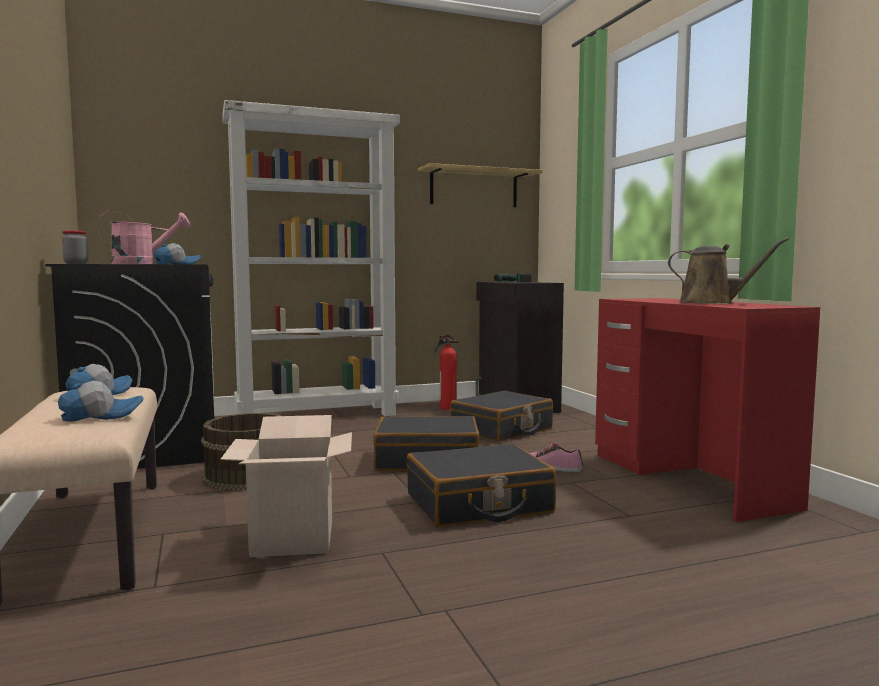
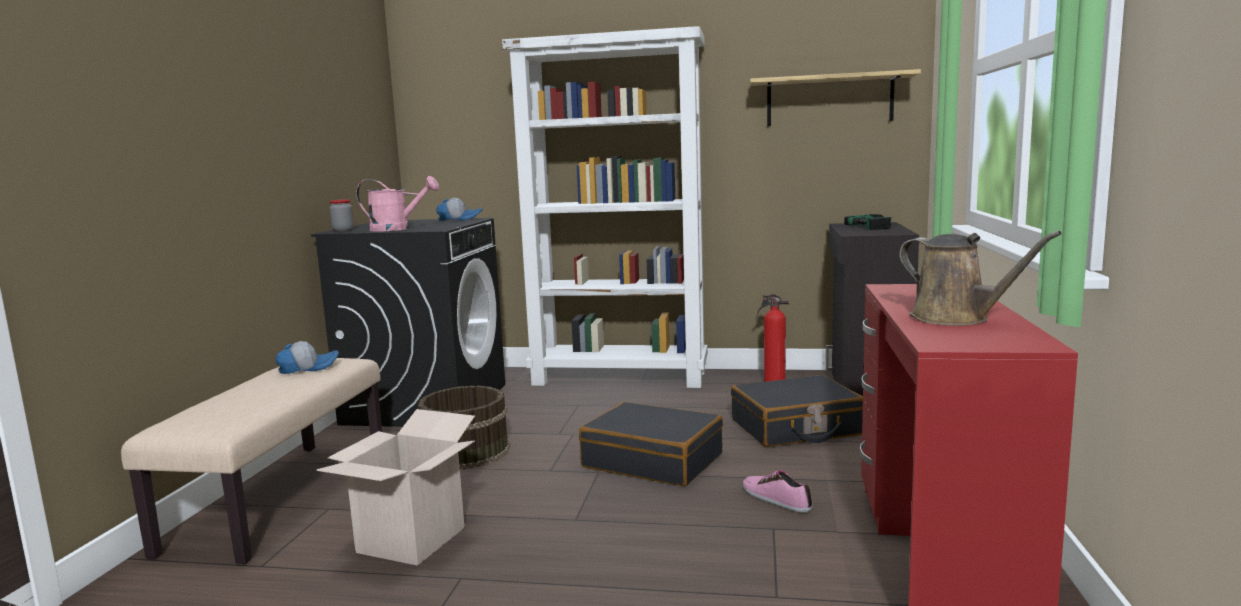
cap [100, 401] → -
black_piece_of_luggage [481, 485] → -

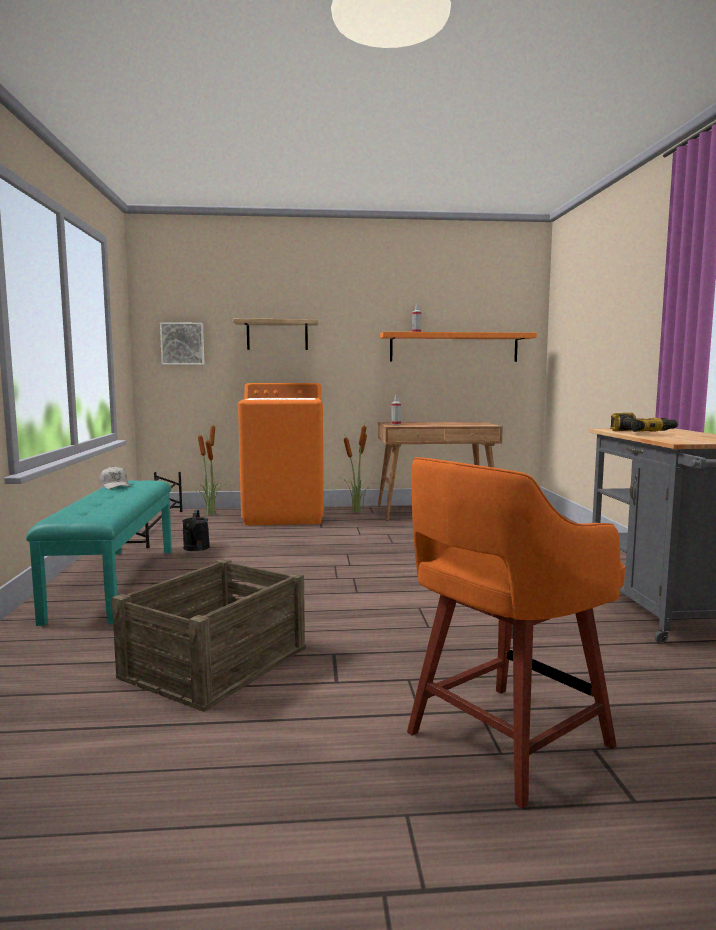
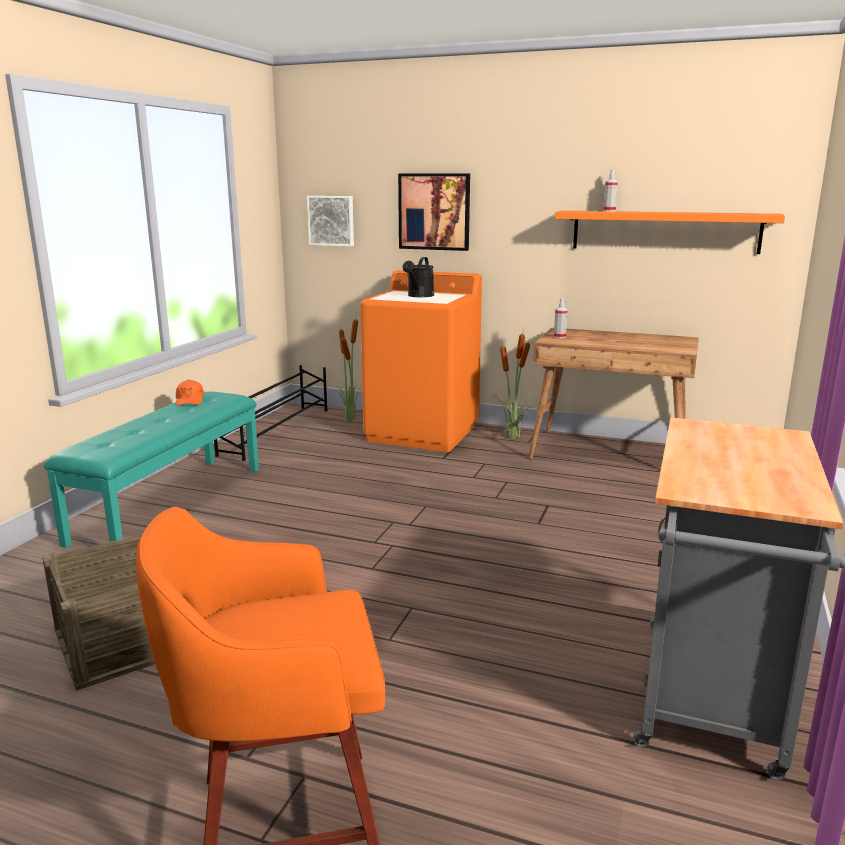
white-coloured_cap [115, 477] → orange_cap [190, 393]
bracket_shelf [275, 334] → wall_picture [434, 212]
black_sprinkling_can [196, 530] → black_sprinkling_can [418, 277], shifted
power_drill [644, 422] → -

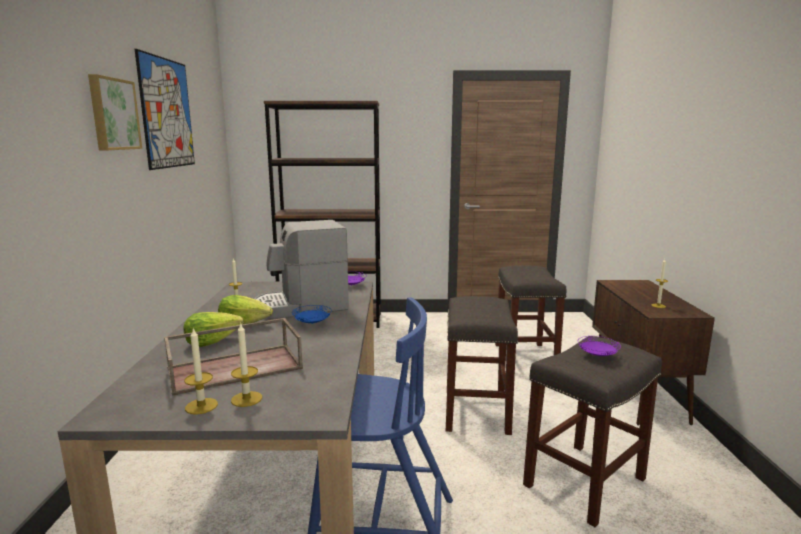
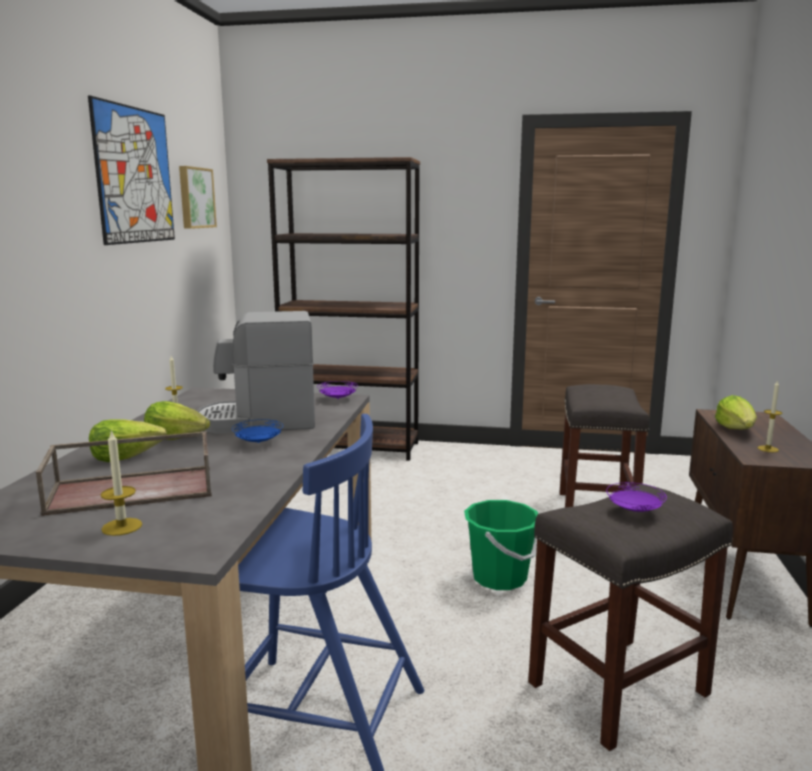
wall_picture [115, 112] → wall_picture [198, 197], shifted
greyish_stool [482, 365] → green_bucket [501, 545]
- → head_of_lettuce [736, 412]
candle [201, 371] → -

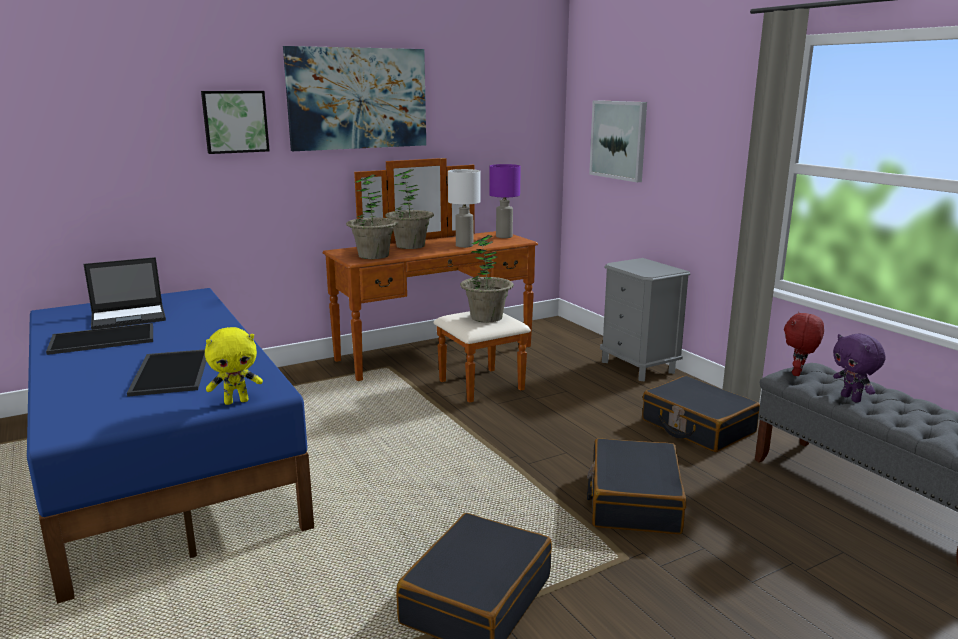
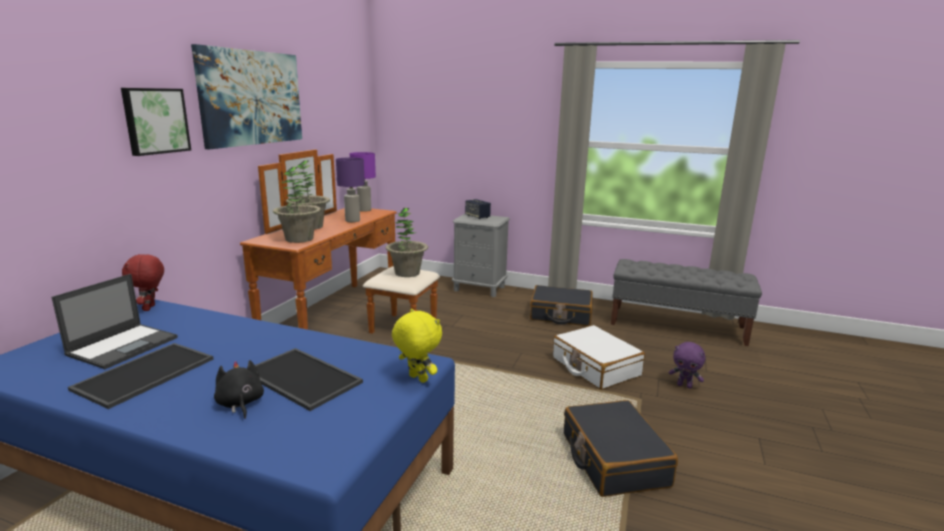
reddish_soft_toy [804, 344] → reddish_soft_toy [143, 282], shifted
- → black_soft_toy [239, 389]
white-coloured_tabletop_lamp [464, 208] → purple_tabletop_lamp [350, 189]
yellow-coloured_soft_toy [234, 366] → yellow-coloured_soft_toy [417, 345], 75 degrees counterclockwise
- → speaker [478, 209]
black_piece_of_luggage [636, 486] → white-coloured_piece_of_luggage [599, 357]
purple_soft_toy [859, 368] → purple_soft_toy [687, 365], shifted
wall_picture [618, 141] → -

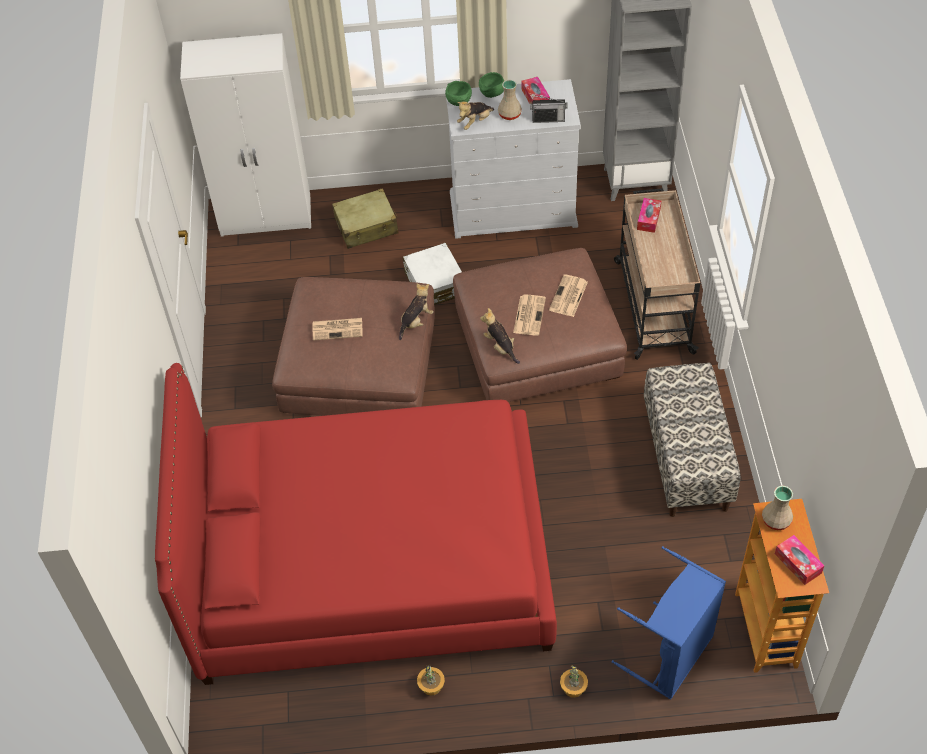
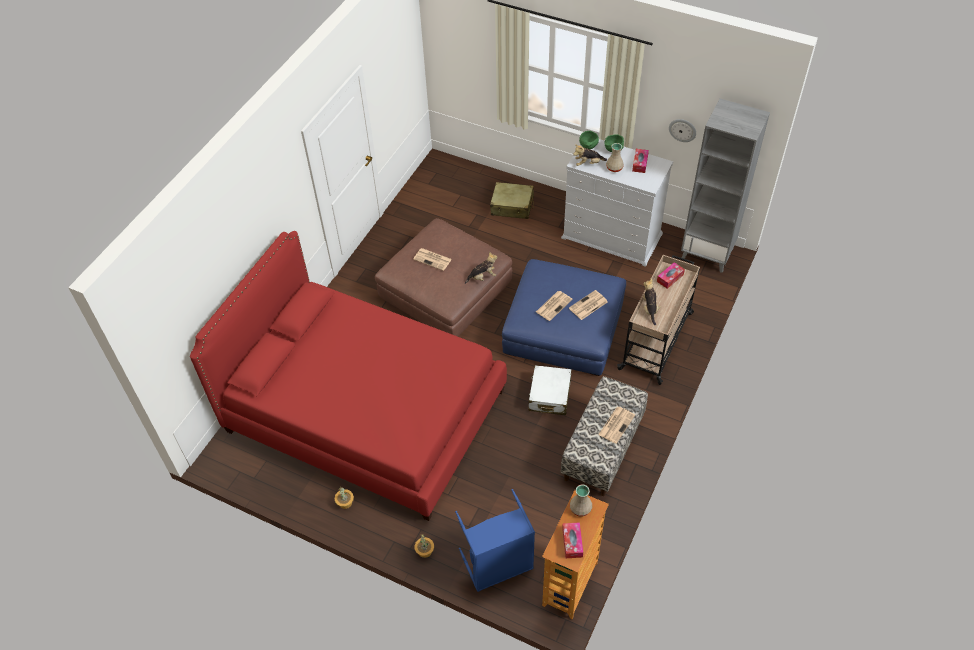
brown_pouffe [540, 325] → blue-coloured_pouffe [564, 317]
white-coloured_piece_of_luggage [432, 274] → white-coloured_piece_of_luggage [550, 390], shifted
- → newspaper [616, 425]
soft_toy [500, 336] → soft_toy [652, 301], shifted
- → clock_on_the_wall [682, 130]
white-coloured_wardrobe [245, 135] → -
radio_set [549, 109] → -

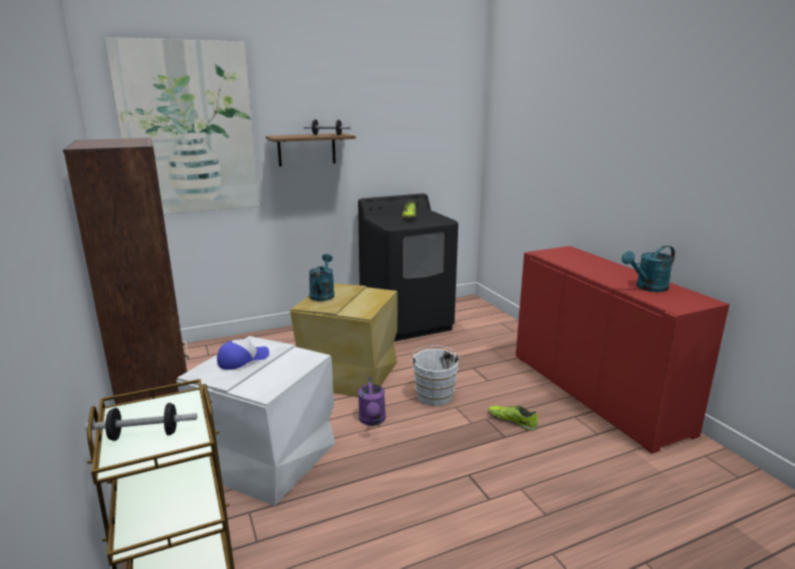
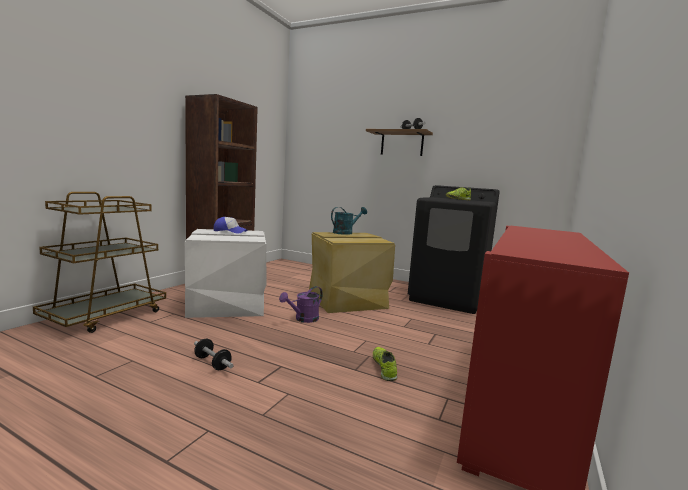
dumbbell [141, 422] → dumbbell [214, 354], shifted
wall_picture [181, 125] → -
white-coloured_bucket [436, 375] → -
turquoise_sprinkling_can [648, 268] → -

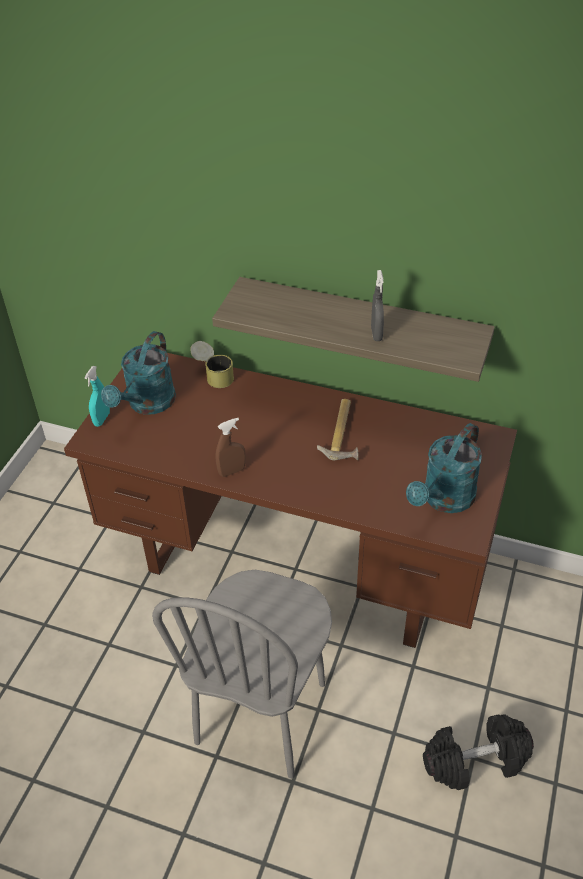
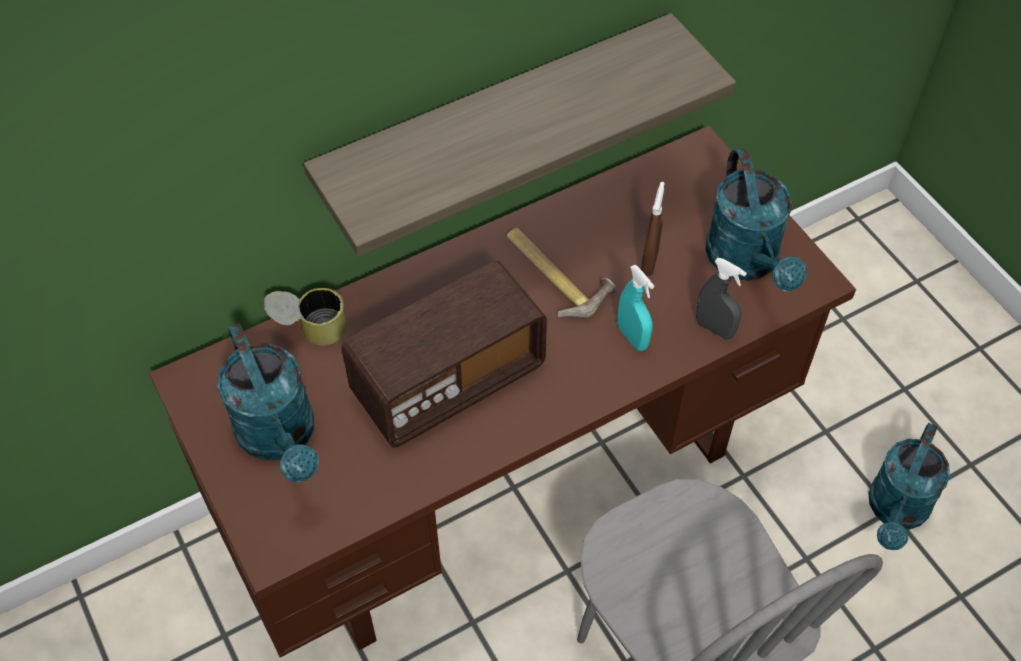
- → radio_set [444, 354]
turquoise_sprayer [97, 396] → turquoise_sprayer [635, 308], shifted
brown_sprayer [230, 447] → brown_sprayer [653, 229], shifted
greyish_sprayer [377, 305] → greyish_sprayer [721, 299], shifted
black_dumbbell [478, 752] → turquoise_sprinkling_can [909, 486]

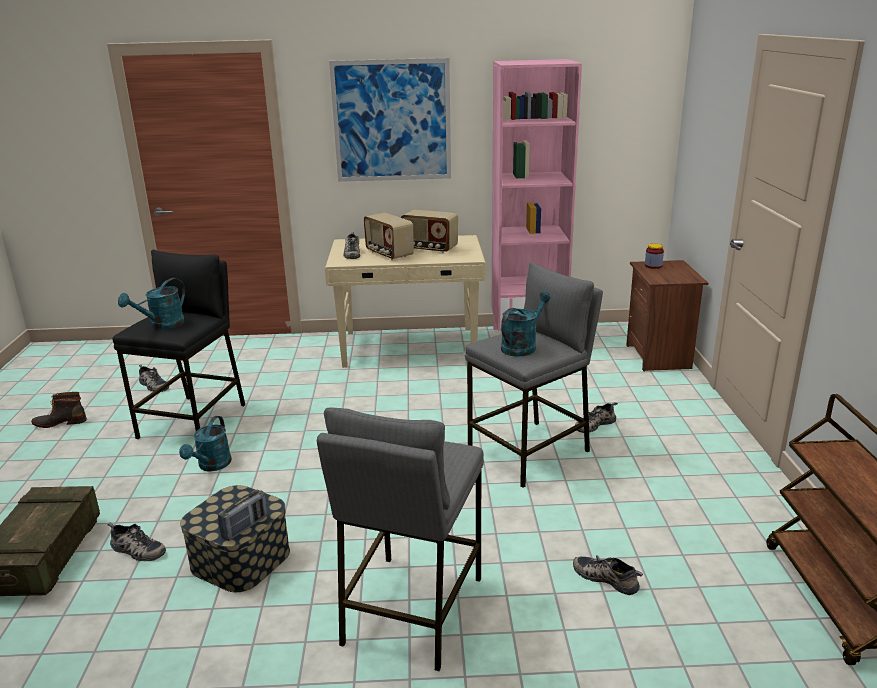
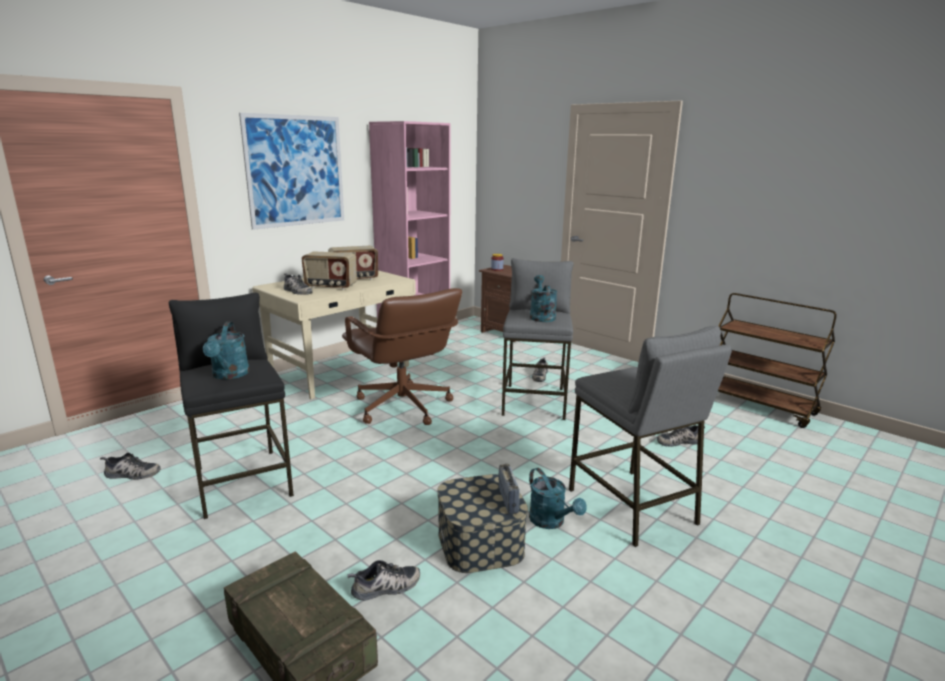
- → brown_computer_chair [402, 356]
turquoise_sprinkling_can [205, 443] → turquoise_sprinkling_can [558, 498], shifted
high-top_boot [59, 410] → -

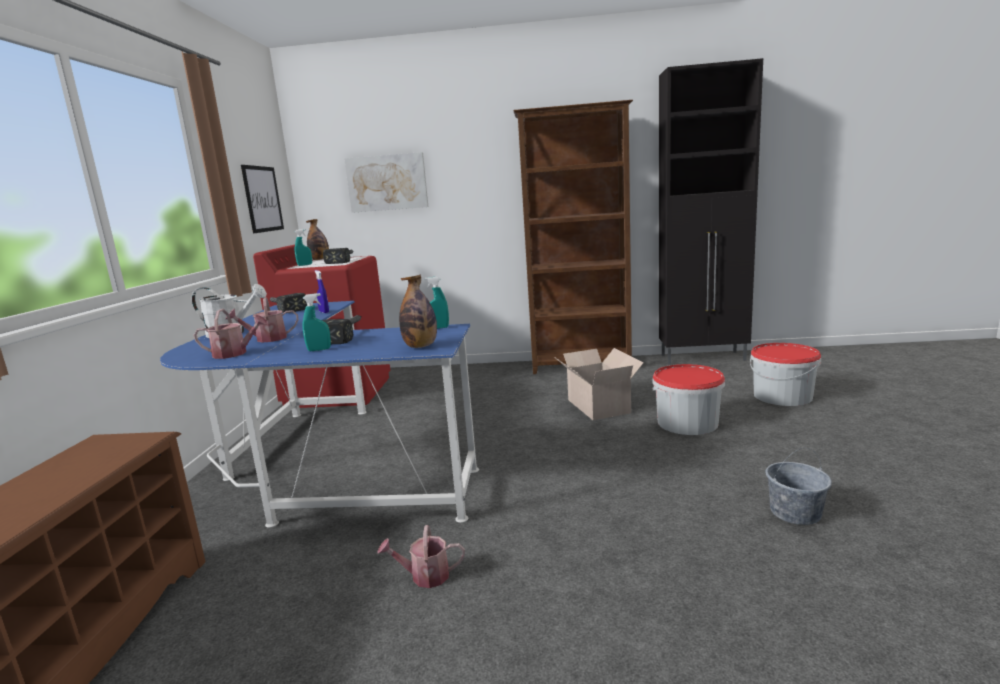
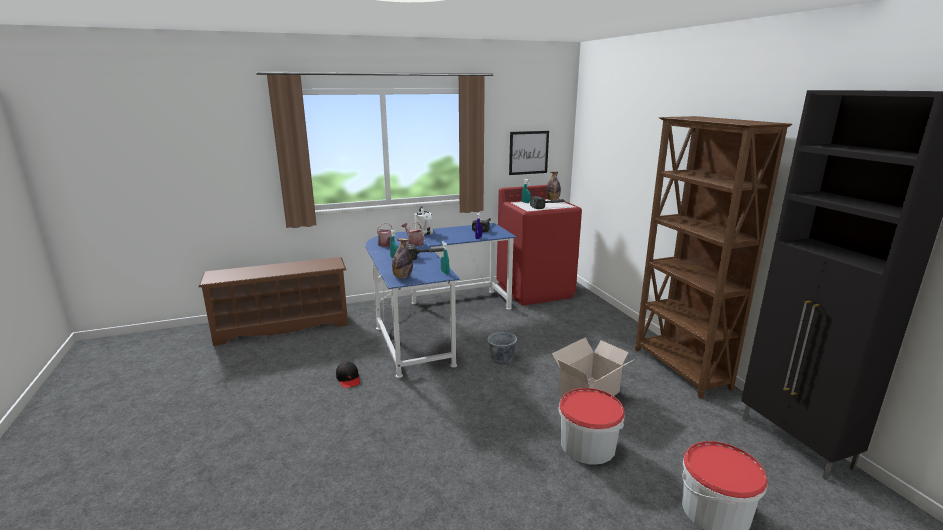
sprinkling_can [421, 556] → black_cap [348, 375]
greyish_bucket [799, 486] → greyish_bucket [502, 344], shifted
wall_picture [386, 182] → -

